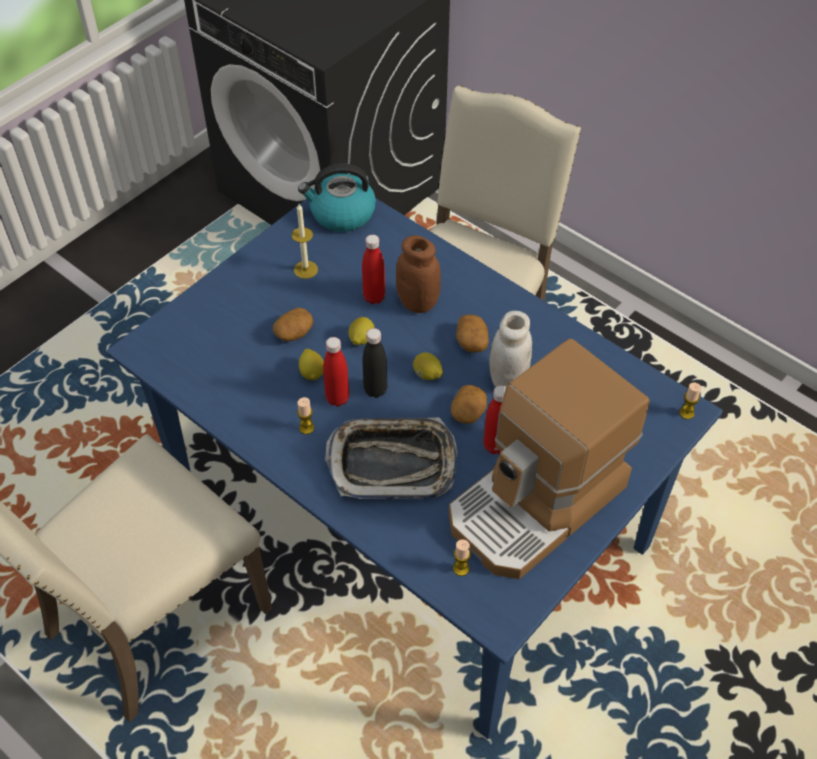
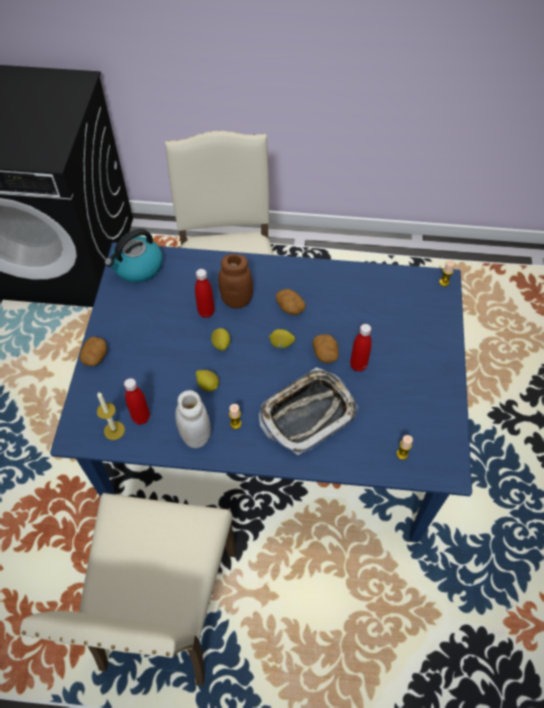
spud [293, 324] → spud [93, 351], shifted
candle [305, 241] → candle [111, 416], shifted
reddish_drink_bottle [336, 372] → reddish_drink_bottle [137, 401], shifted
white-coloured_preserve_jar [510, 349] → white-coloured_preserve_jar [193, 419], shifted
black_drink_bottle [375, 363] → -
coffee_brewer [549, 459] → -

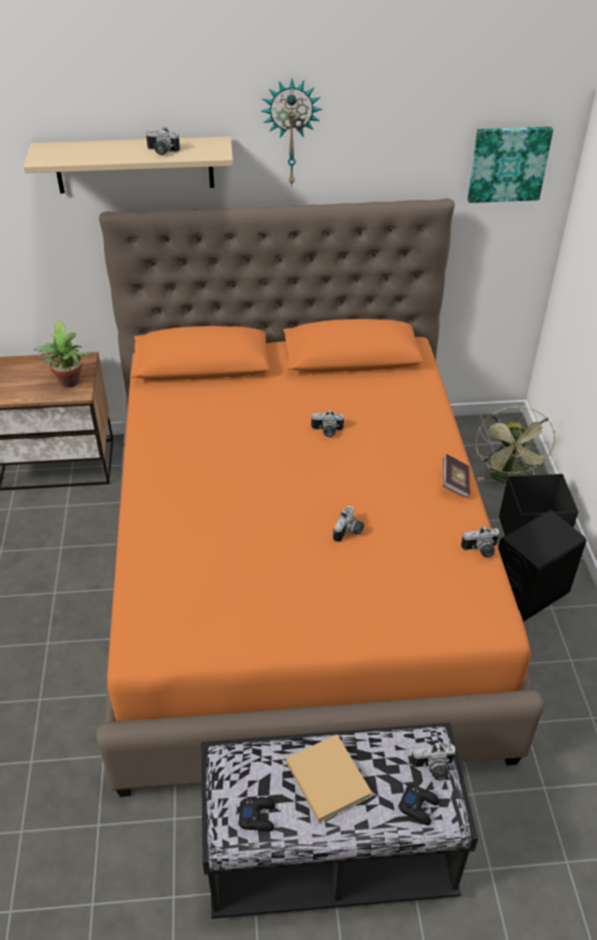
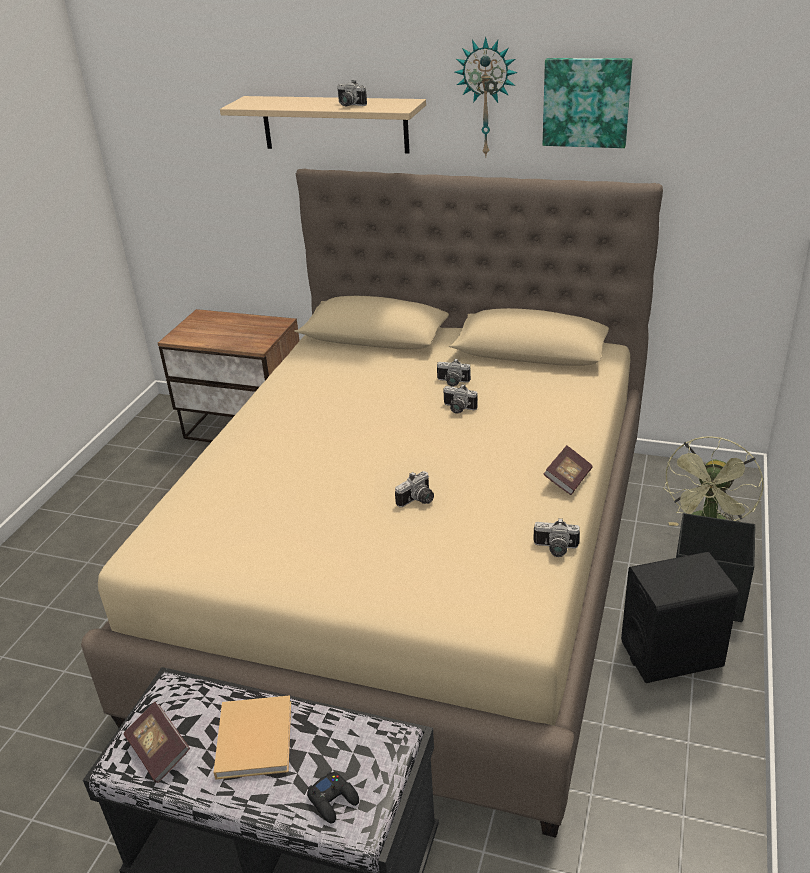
orange_bedroom_bed [320, 497] → sand-coloured_bedroom_bed [372, 503]
black_joypad [256, 814] → book [157, 742]
still_camera [433, 761] → still_camera [454, 372], shifted
wall_picture [510, 165] → wall_picture [588, 103], shifted
houseplant [62, 354] → -

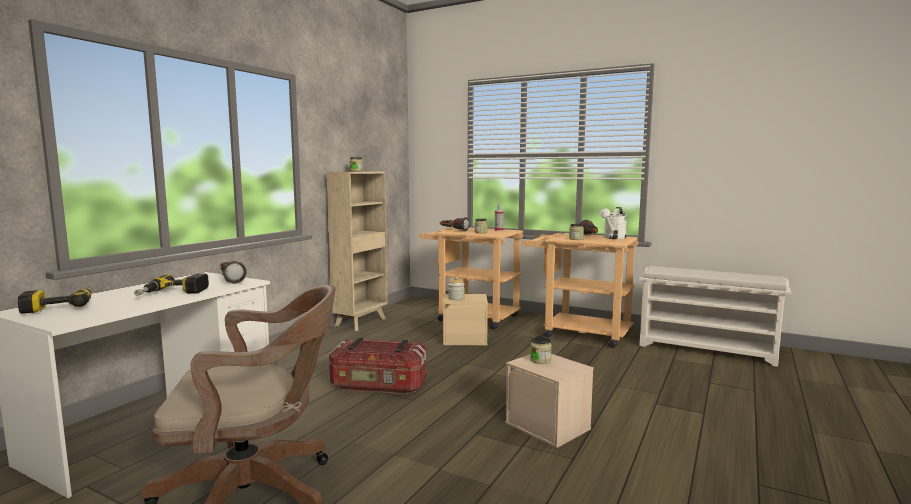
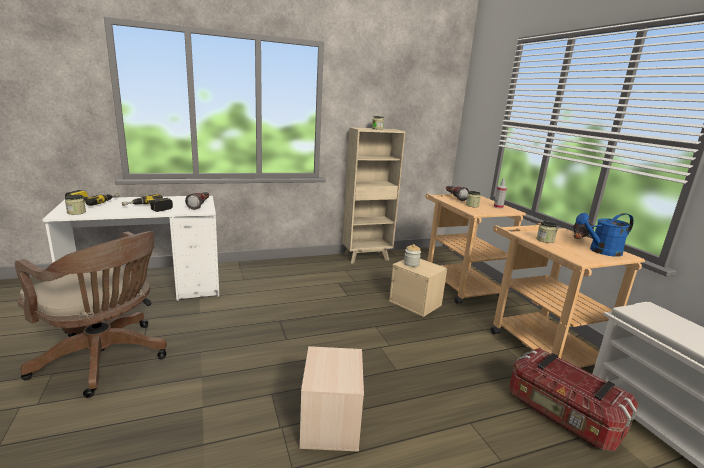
preserve_jar [541, 350] → preserve_jar [75, 205], shifted
storage_container [378, 366] → storage_container [573, 399], shifted
white-coloured_sprinkling_can [613, 223] → blue-coloured_sprinkling_can [605, 235]

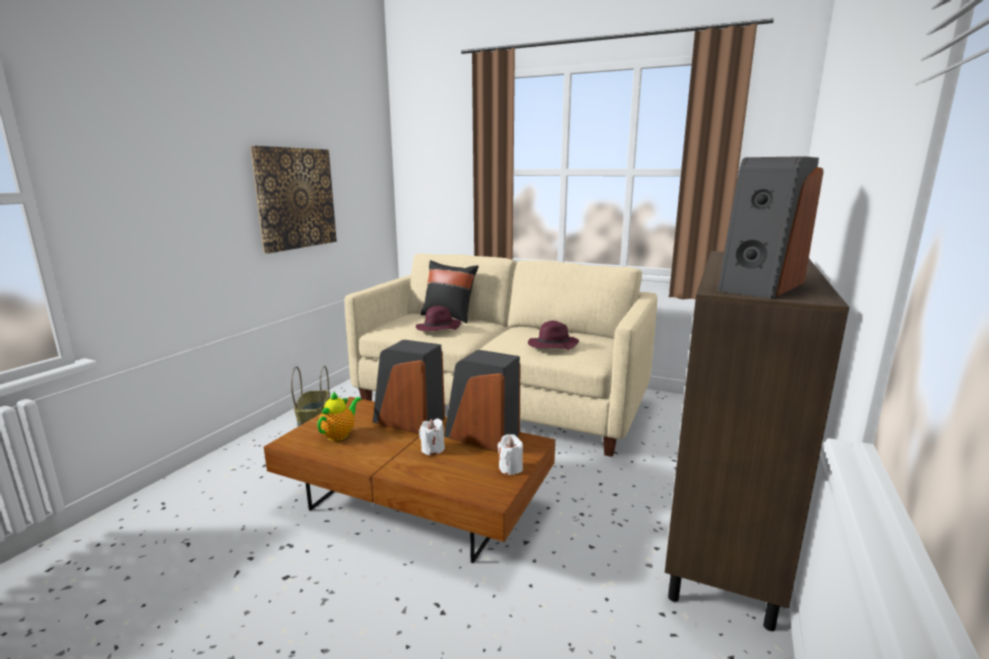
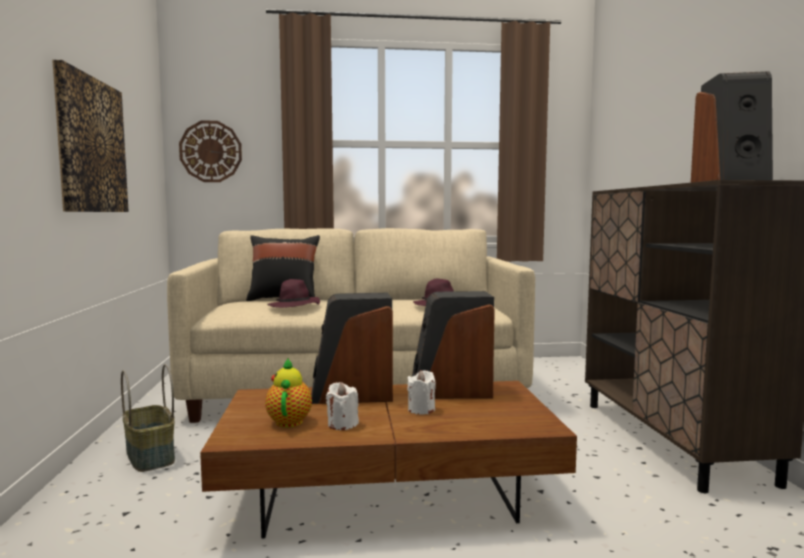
- → clock_on_the_wall [210, 151]
white-coloured_candle [510, 454] → white-coloured_candle [342, 406], shifted

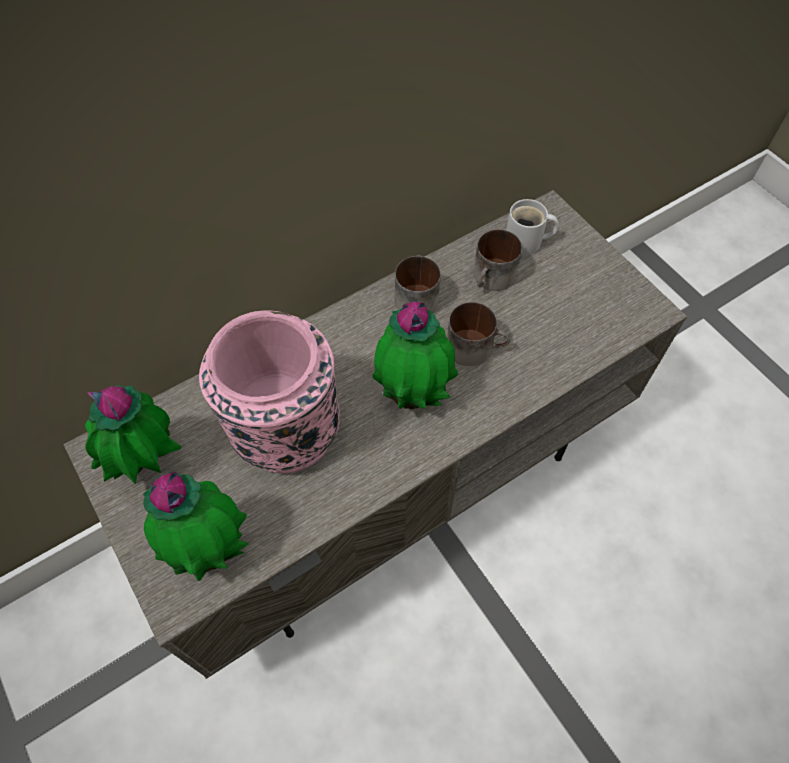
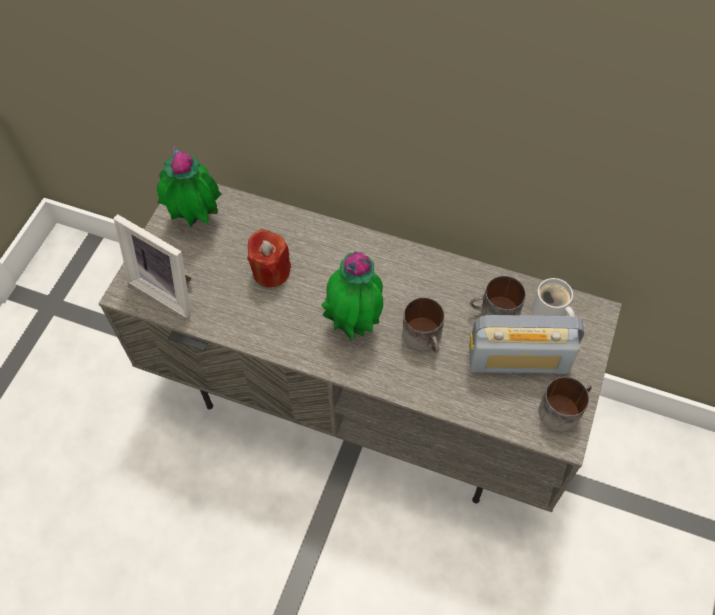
houseplant [196, 526] → picture_frame [153, 266]
pinkish_flower_vase [269, 392] → reddish_candle [269, 258]
- → radio_set [526, 344]
mug [418, 283] → mug [565, 404], shifted

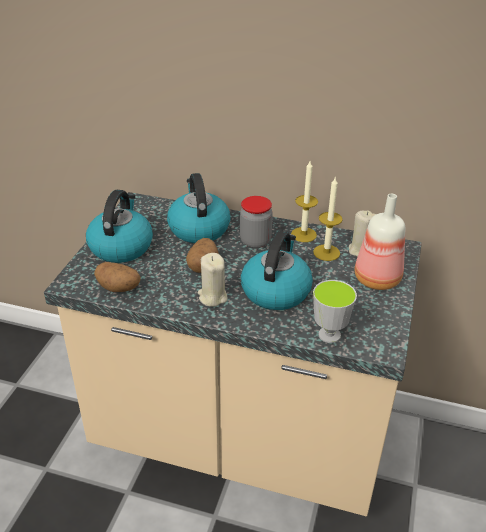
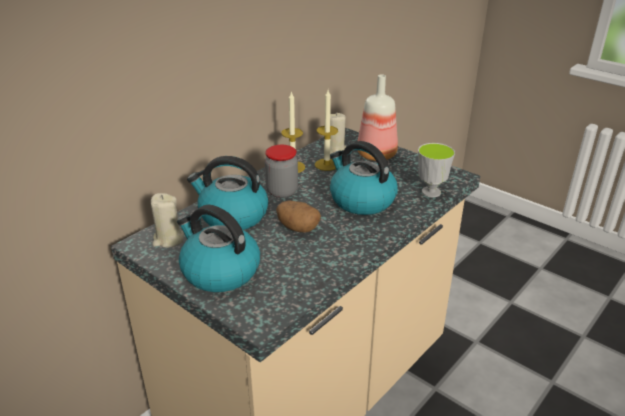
sand-coloured_candle [213, 280] → sand-coloured_candle [167, 220], shifted
spud [117, 277] → -

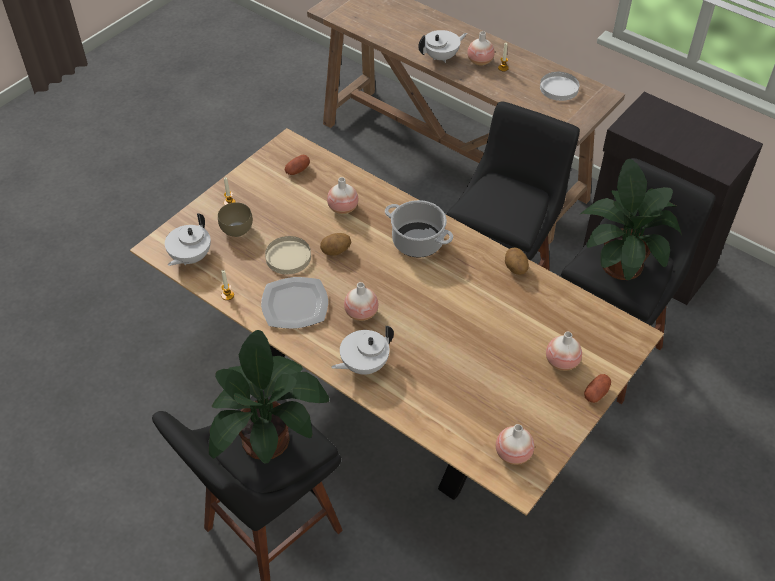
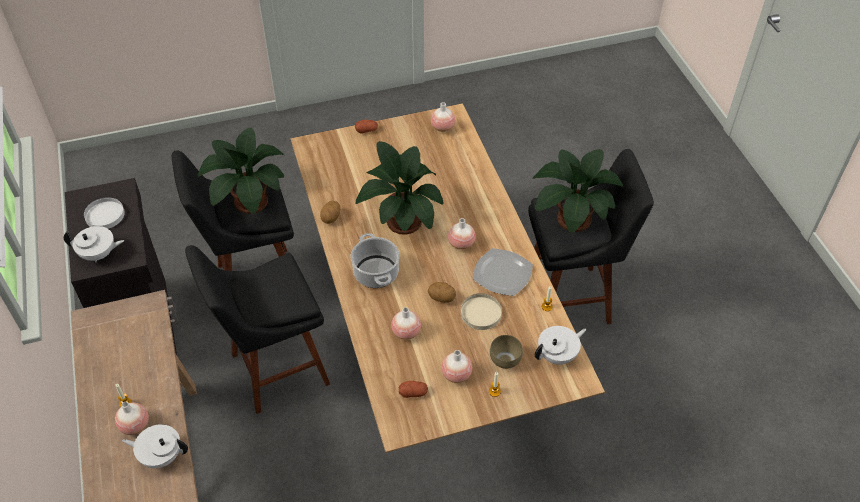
white-coloured_tea_pot [362, 350] → white-coloured_tea_pot [94, 244], shifted
white-coloured_plate [559, 86] → white-coloured_plate [104, 213], shifted
- → houseplant [400, 188]
flower_vase [564, 351] → flower_vase [456, 366], shifted

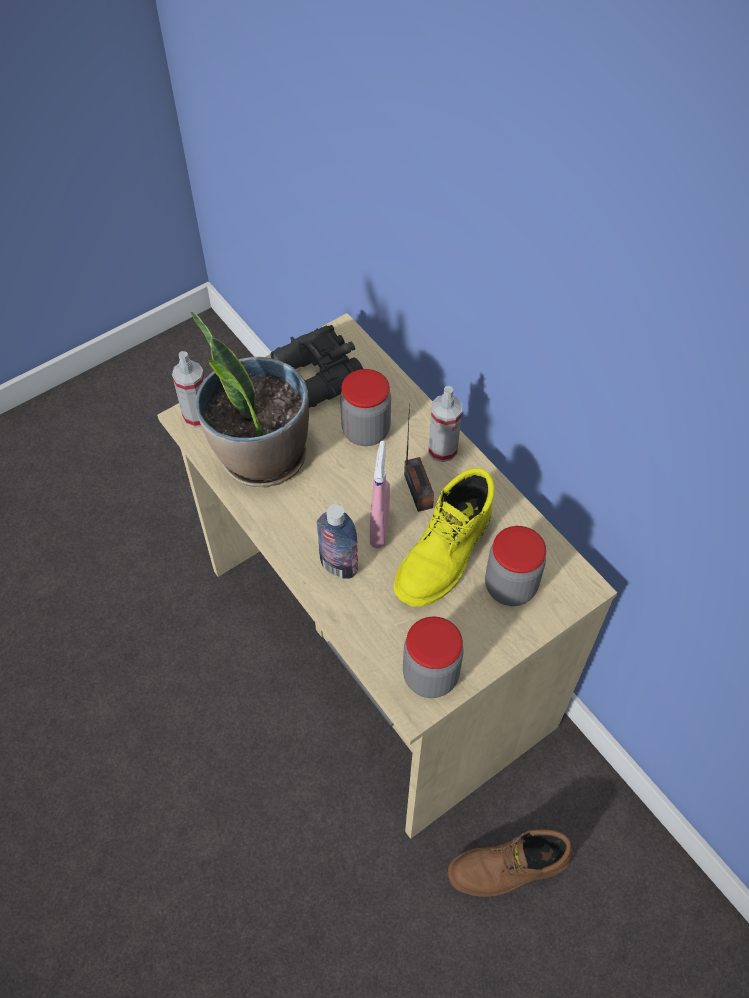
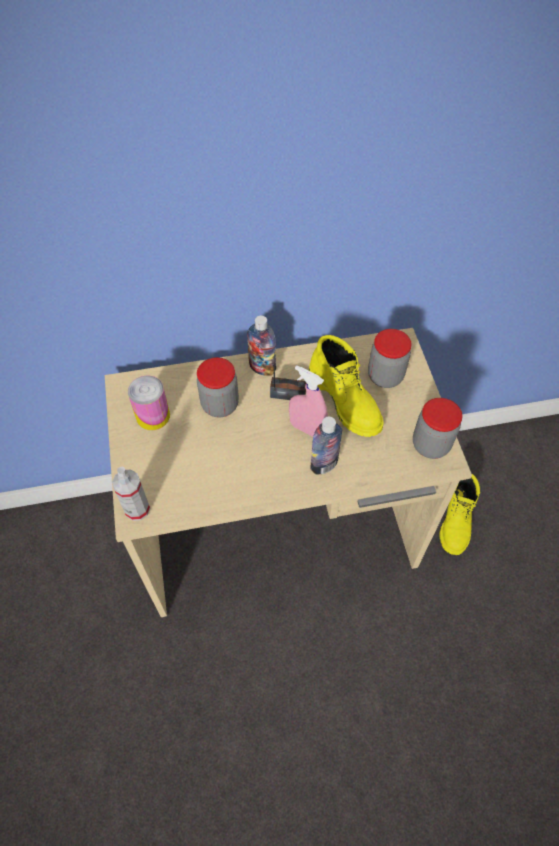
black_field_glasses [317, 366] → can [149, 403]
sprayer [445, 424] → drink_bottle [261, 346]
brown_high-top_boot [510, 863] → yellow-coloured_high-top_boot [459, 514]
houseplant [250, 399] → -

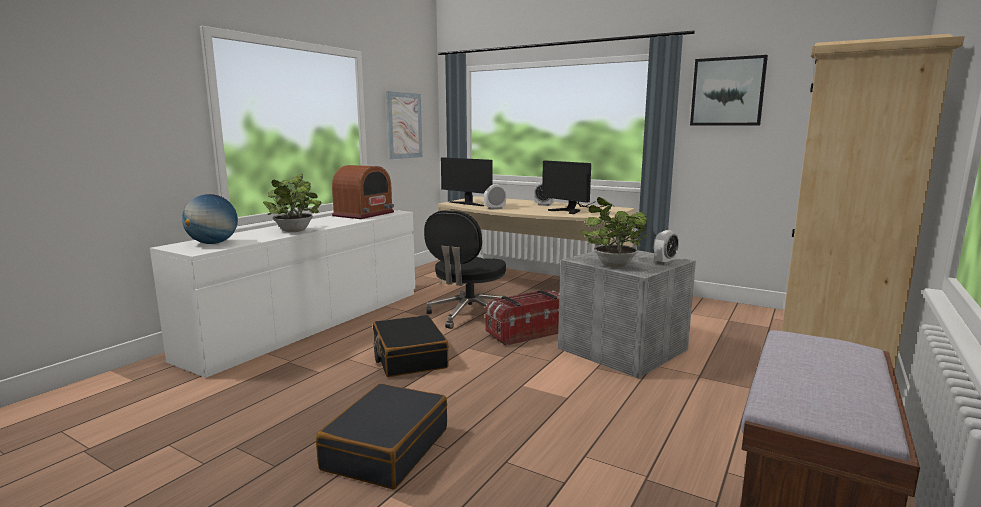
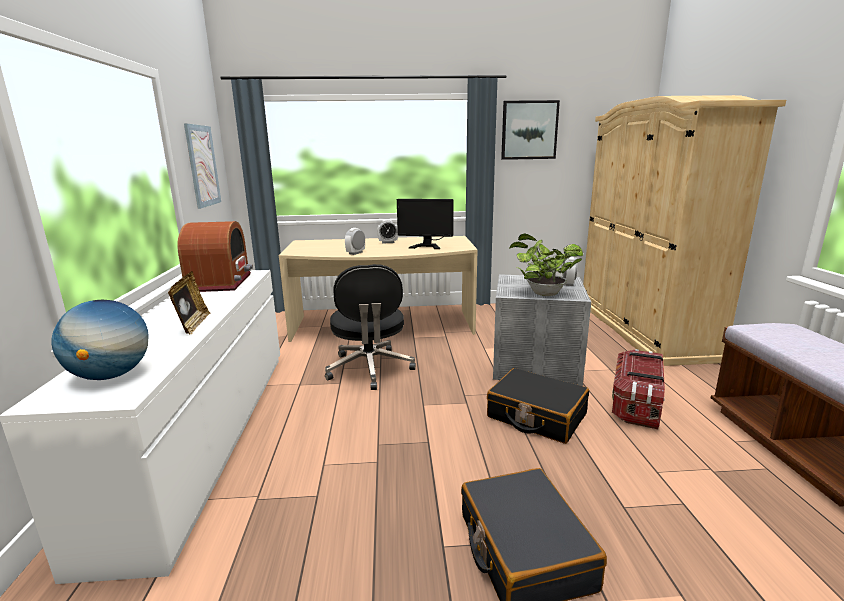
houseplant [293, 202] → picture_frame [189, 303]
black_piece_of_luggage [411, 346] → black_piece_of_luggage [538, 406], shifted
storage_container [522, 318] → storage_container [638, 389], shifted
computer_display [467, 181] → -

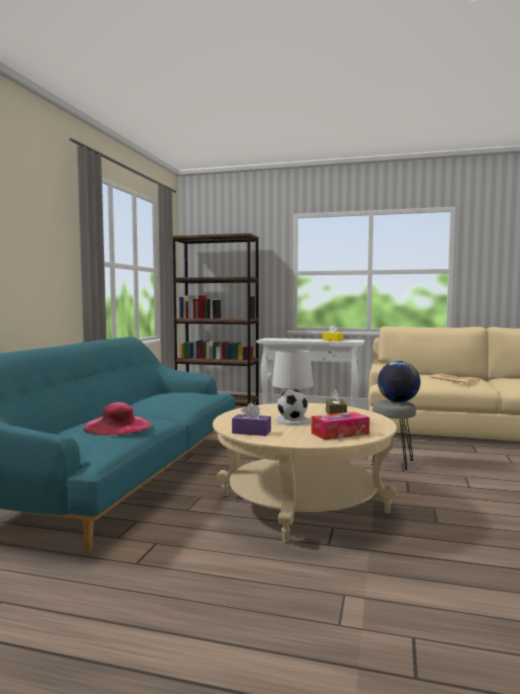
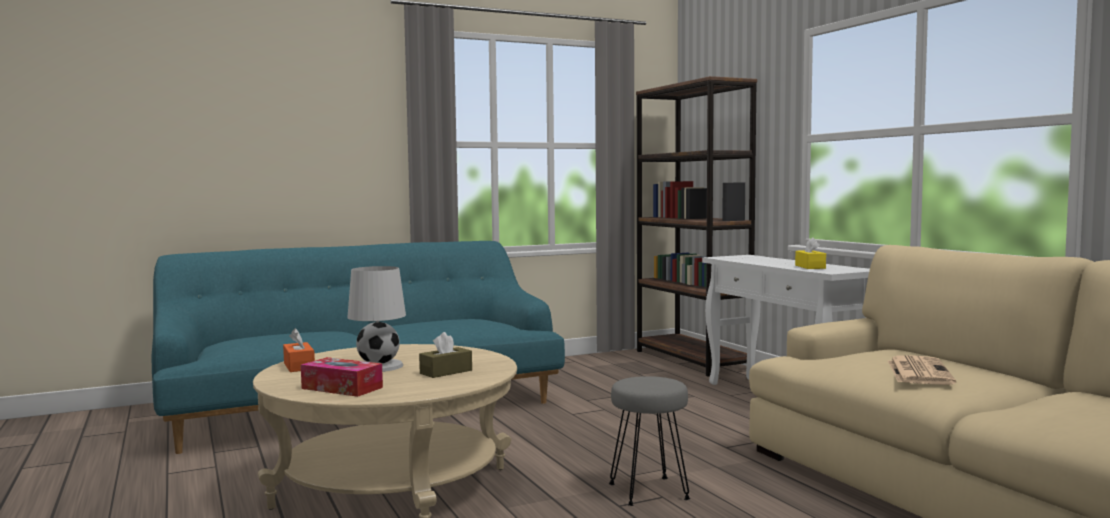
purple_tissue_holder [251, 419] → orange_tissue_holder [299, 350]
pinkish_clothing_hat [117, 418] → -
world_globe [399, 381] → -

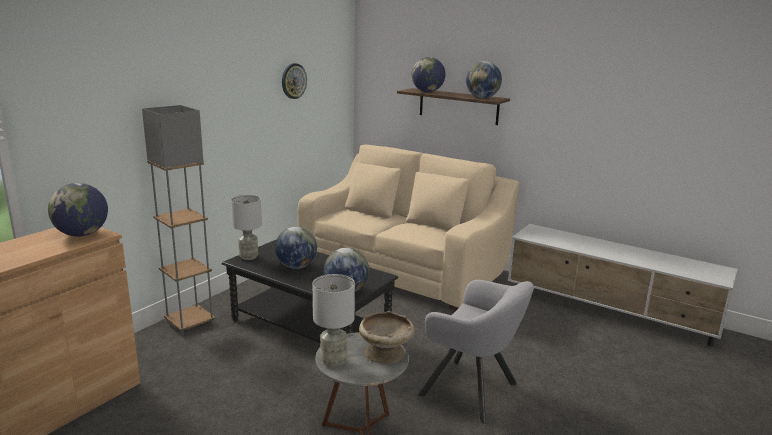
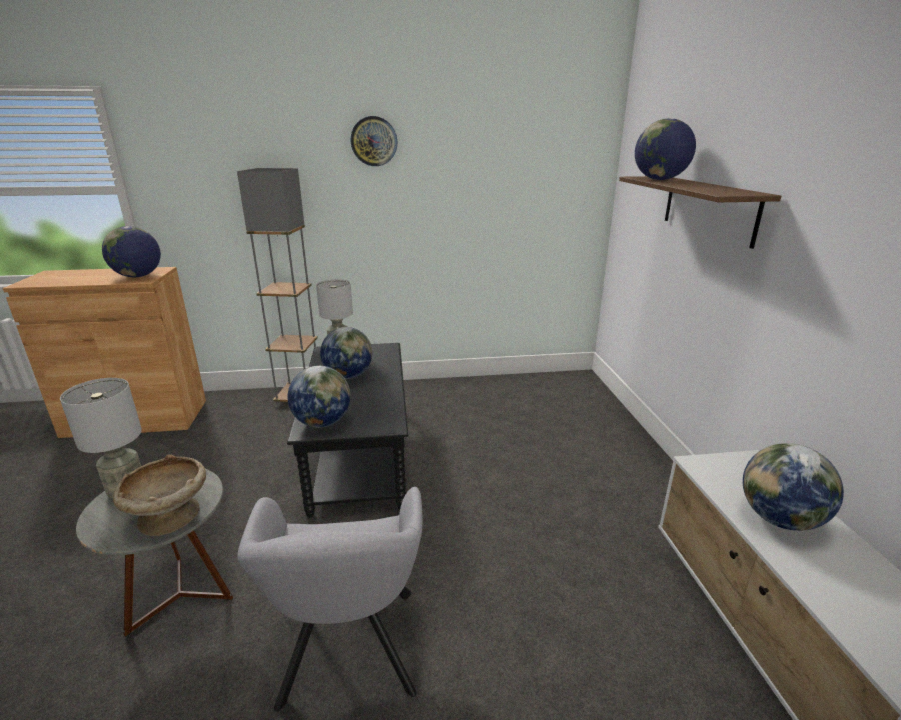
clock_on_the_wall [294, 81] → clock_on_the_wall [374, 141], shifted
world_globe [484, 79] → world_globe [793, 487], shifted
sand-coloured_couch [408, 227] → -

